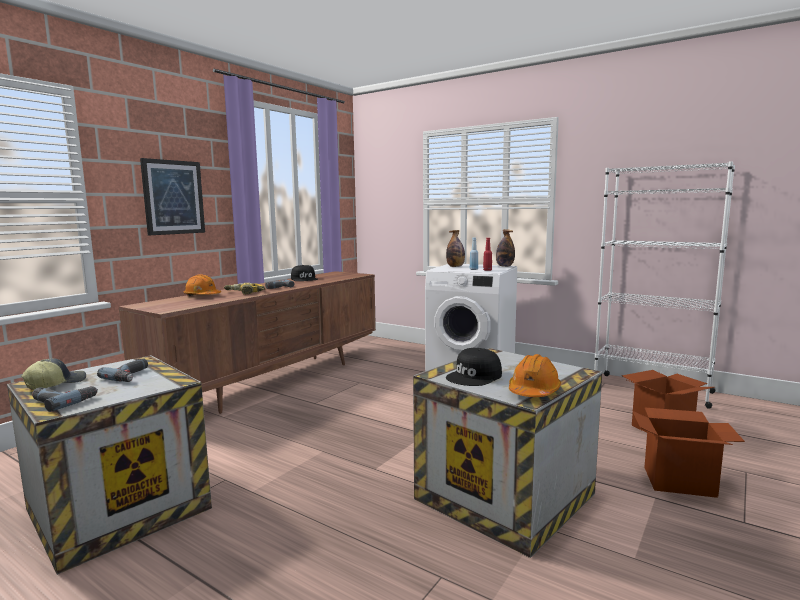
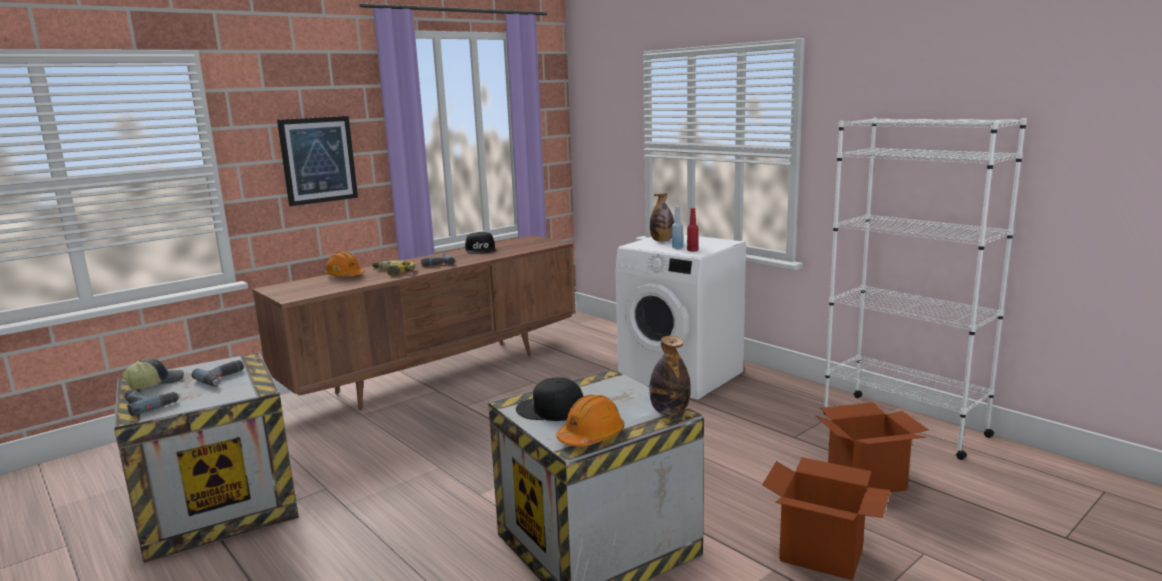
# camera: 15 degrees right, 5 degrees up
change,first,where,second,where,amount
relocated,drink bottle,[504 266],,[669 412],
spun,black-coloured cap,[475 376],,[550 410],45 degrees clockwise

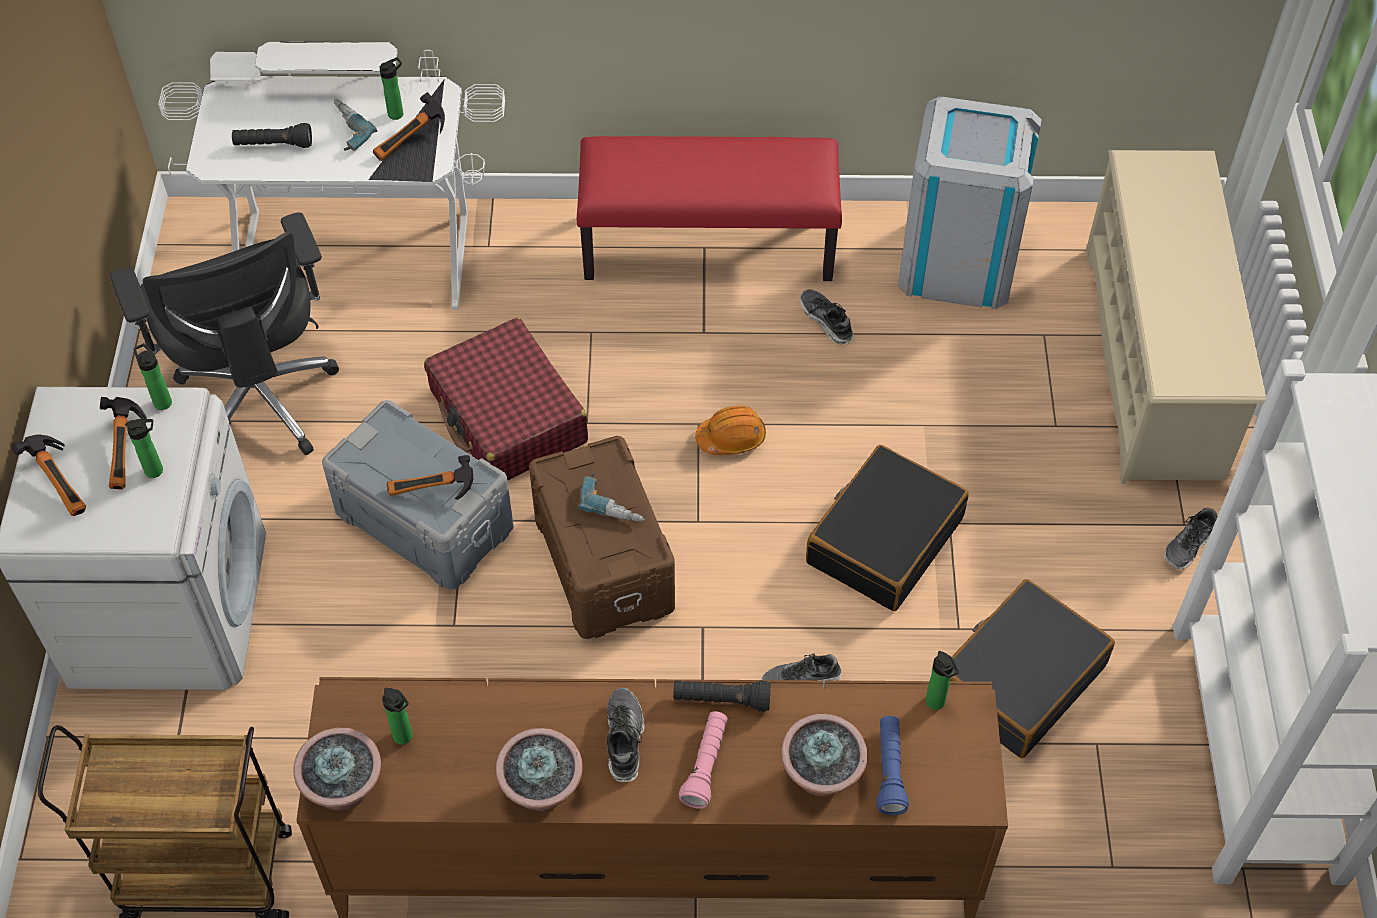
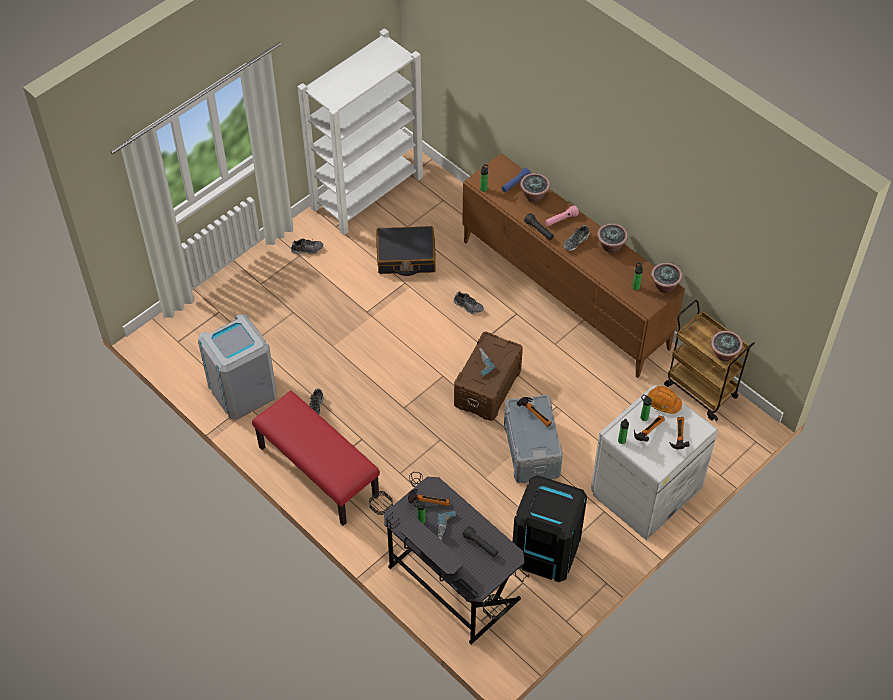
# camera: 135 degrees left, 0 degrees up
change,first,where,second,where,amount
colour,white desk table,[355 253],black-coloured desk table,[450 585],
missing,beige-coloured shoe stand,[1154 362],,,
exchanged,office chair,[256 395],black-coloured waste bin,[546 550],
missing,red-coloured suitcase,[508 417],,,
relocated,orange-coloured hard hat,[731 438],,[663 403],
missing,black-coloured suitcase,[884 540],,,
appeared,,,houseplant,[723 354],

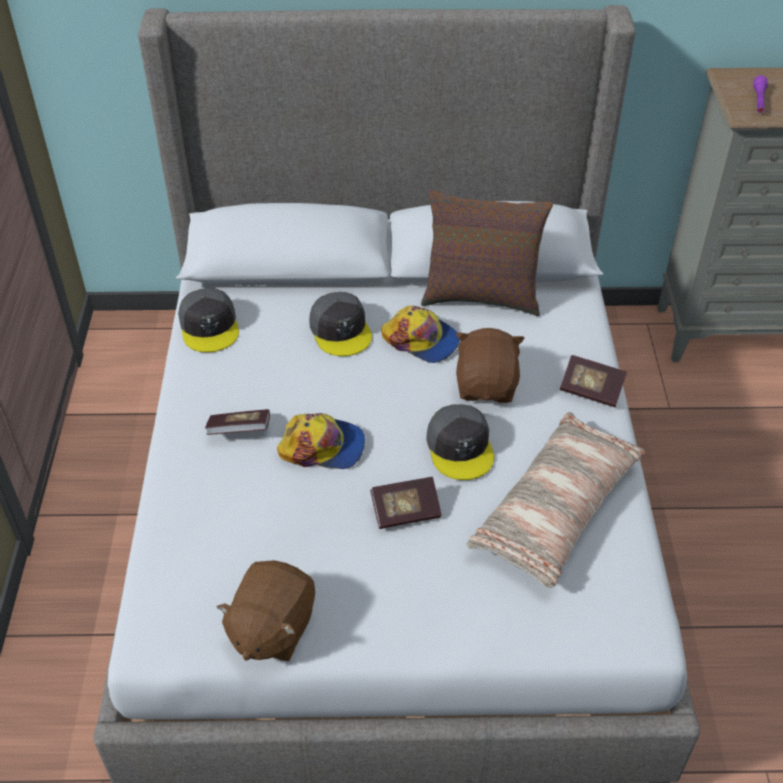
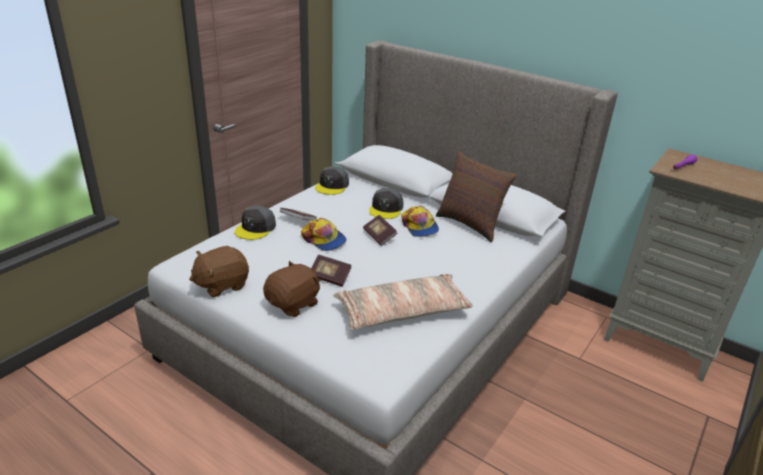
# camera: 35 degrees right, 15 degrees down
change,first,where,second,where,amount
relocated,brown soft toy,[487 385],,[293 304],
relocated,volume,[591 390],,[379 236],
relocated,grey cap,[460 447],,[256 228],

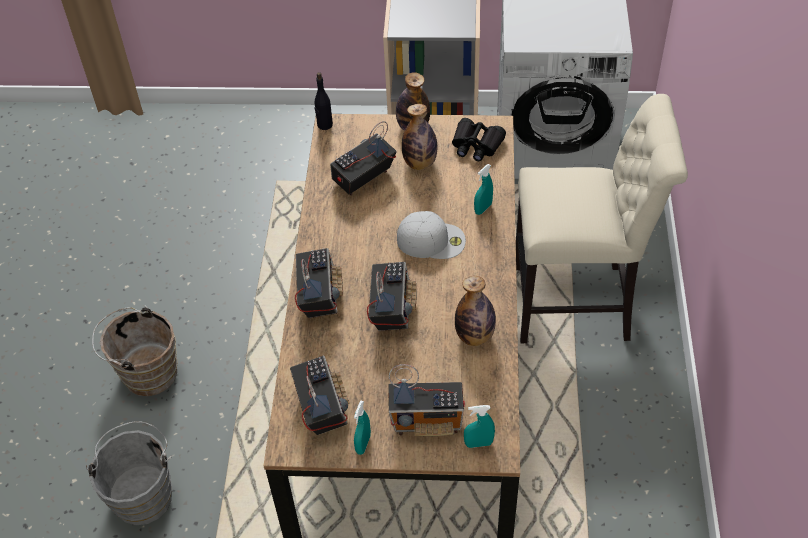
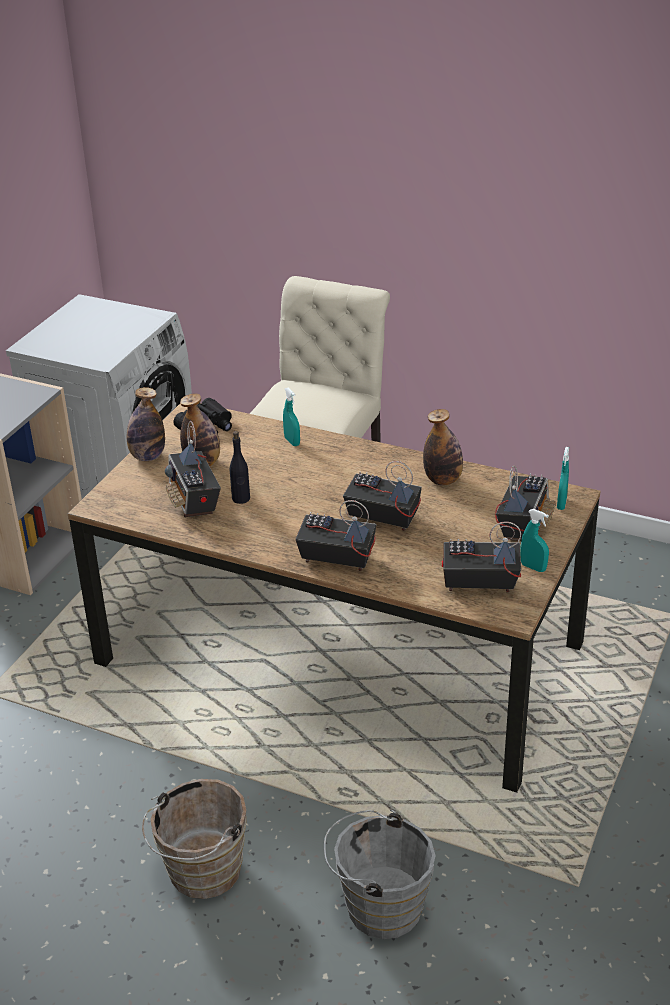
# camera: 70 degrees left, 15 degrees down
change,first,where,second,where,amount
relocated,black-coloured drink bottle,[324 125],,[241 499],
missing,white cap,[431 240],,,

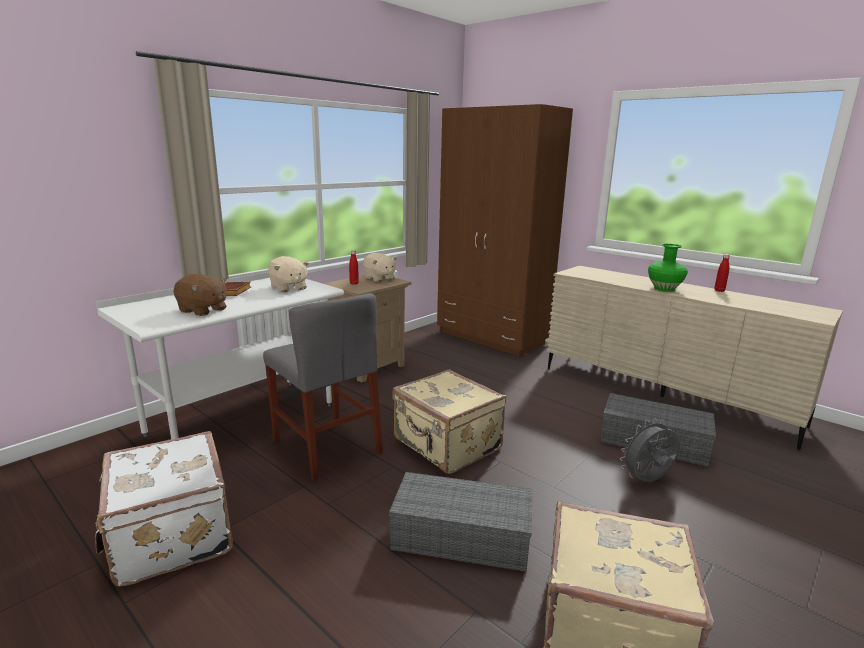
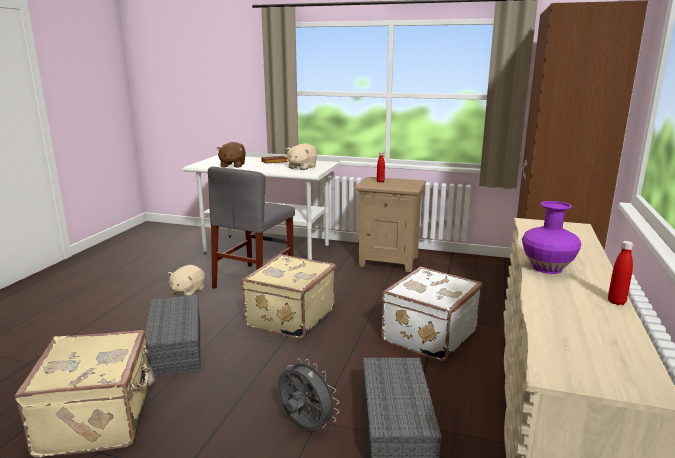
# camera: 65 degrees right, 0 degrees up
change,first,where,second,where,amount
colour,green-coloured vase,[664 289],purple vase,[548 268],
relocated,beige-coloured soft toy,[379 278],,[187 291],
relocated,white suitcase,[170 536],,[427 335],

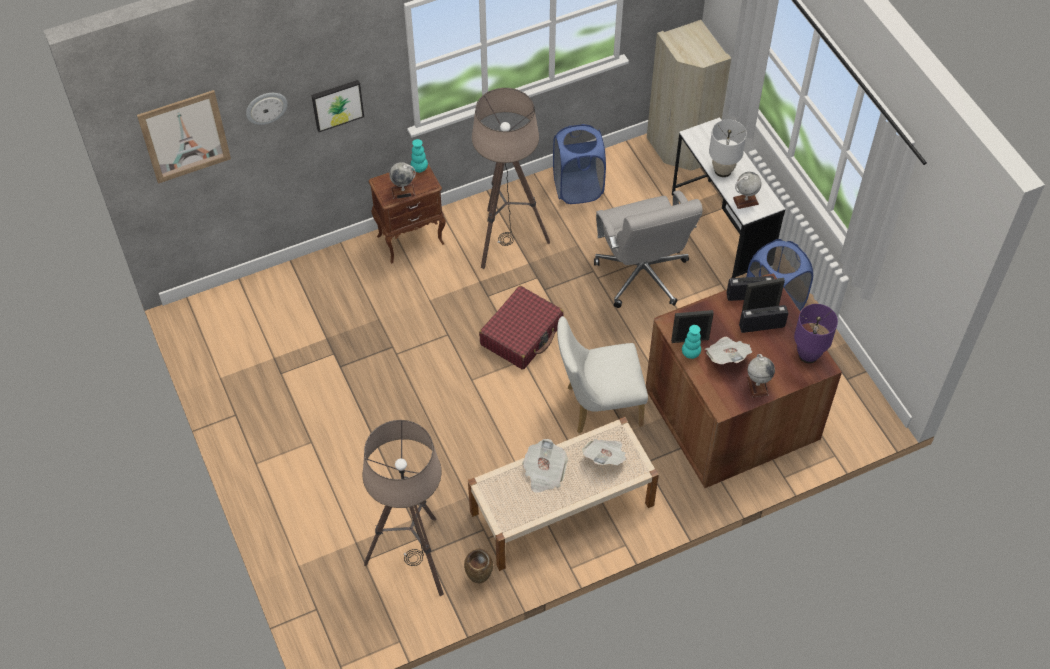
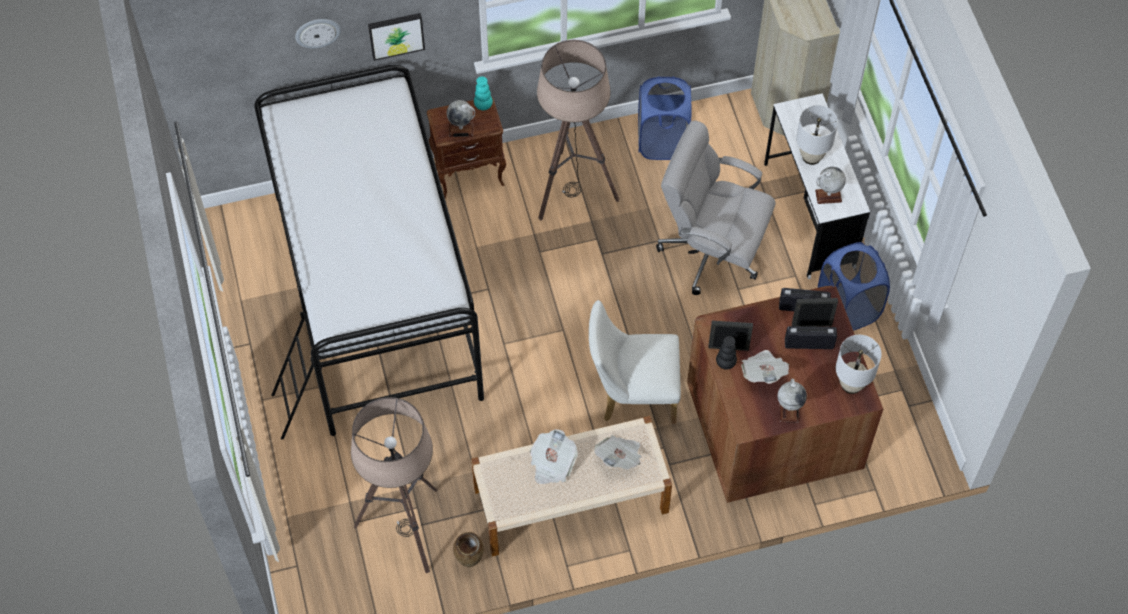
# camera: 10 degrees right, 5 degrees up
change,first,where,second,where,amount
missing,wall picture,[185 136],,,
spun,grey office chair,[641 273],,[711 251],120 degrees clockwise
missing,red-coloured suitcase,[522 334],,,
colour,purple tabletop lamp,[808 355],white tabletop lamp,[851 384],
colour,turquoise vase,[690 354],black-coloured vase,[725 363],
appeared,,,black-coloured bedroom bed,[375 300],

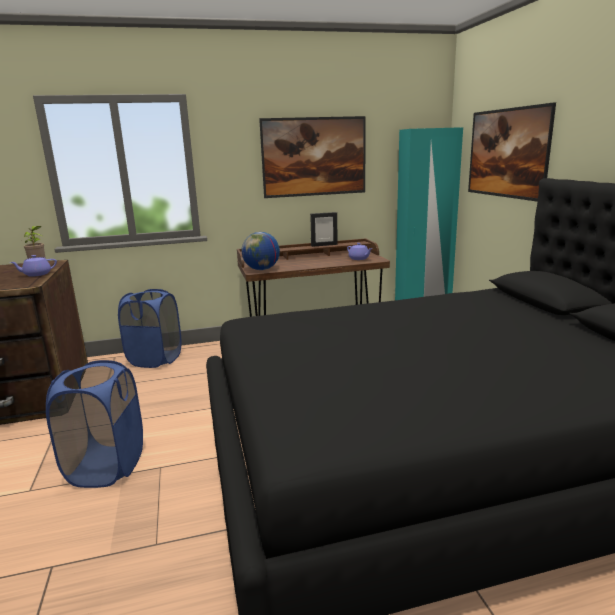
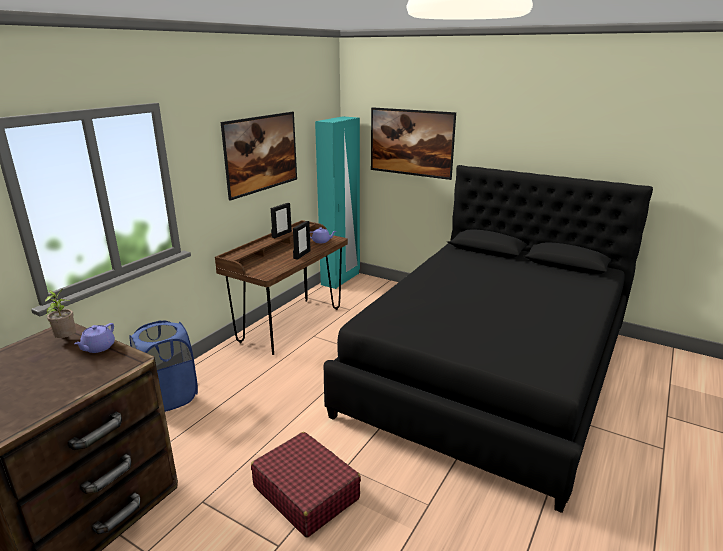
# camera: 45 degrees left, 5 degrees up
change,first,where,second,where,amount
missing,desk globe,[261 269],,,
exchanged,blue-coloured washing basket,[106 466],red-coloured suitcase,[306 492],
appeared,,,photo frame,[302 254],

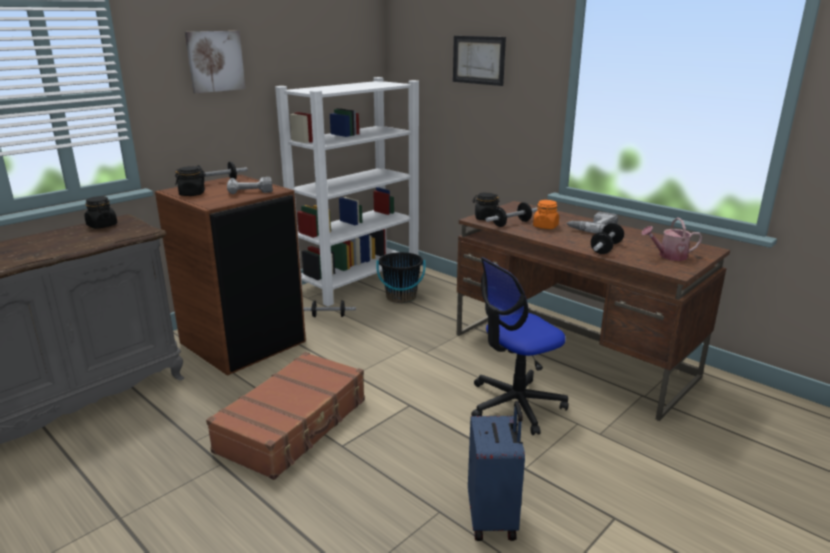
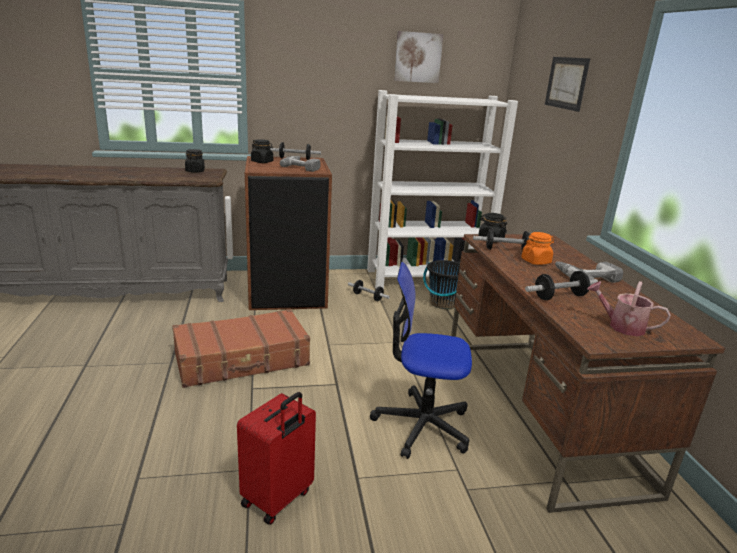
# camera: 35 degrees right, 0 degrees up
change,first,where,second,where,amount
relocated,wall picture,[215 61],,[417 57],
colour,blue-coloured suitcase,[493 518],red-coloured suitcase,[278 499],

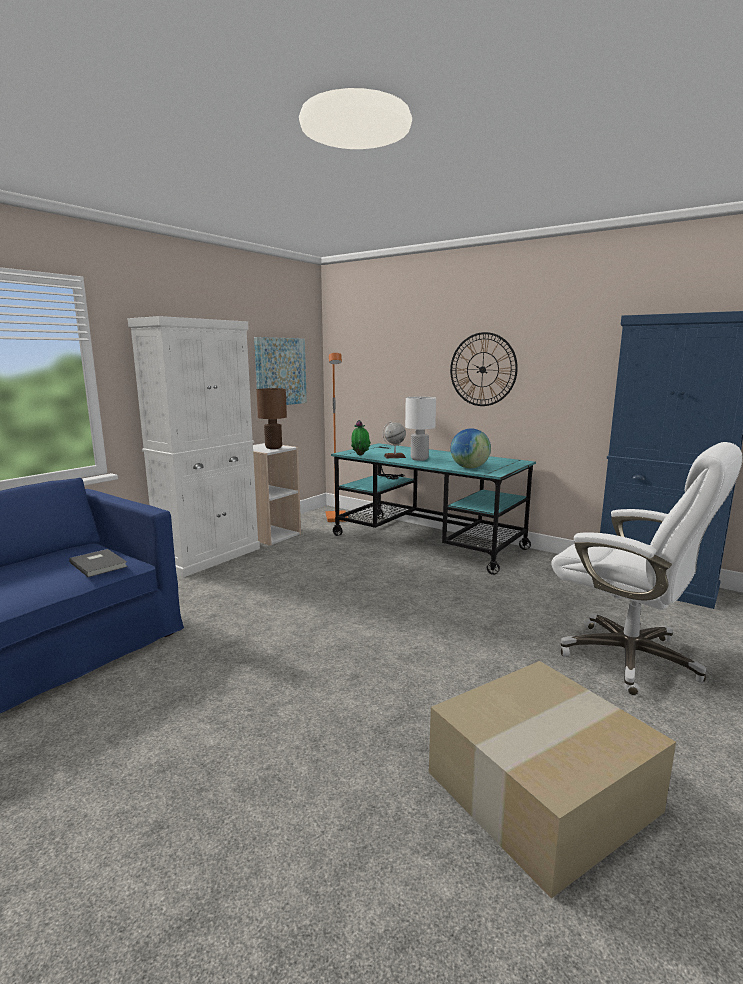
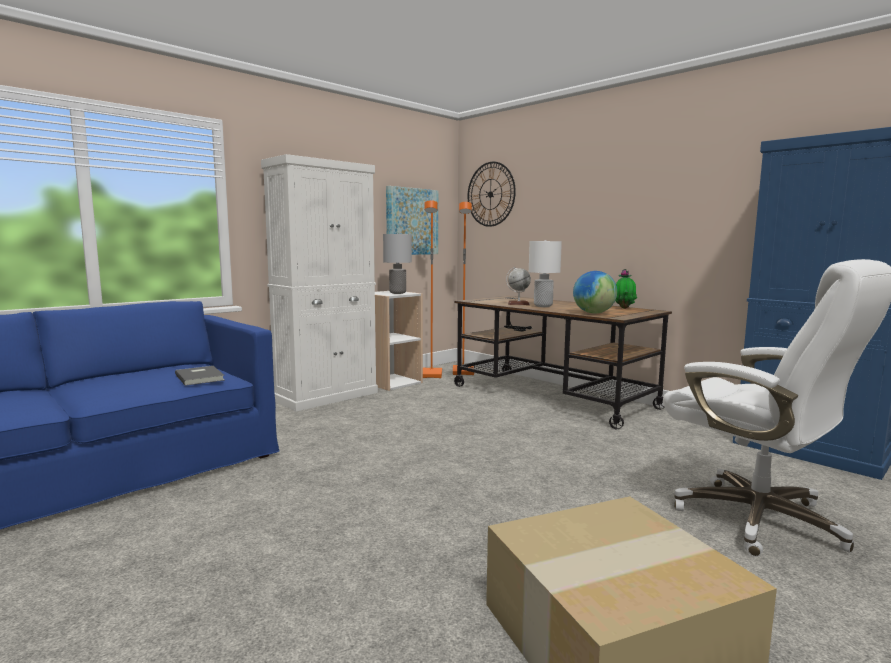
# camera: 10 degrees right, 5 degrees down
change,first,where,second,where,amount
relocated,wall clock,[482 369],,[490 194],
colour,brown tabletop lamp,[274 448],grey tabletop lamp,[398 293],
relocated,houseplant,[360 455],,[624 308],
colour,turquoise desk table,[427 542],brown desk table,[551 396],
appeared,,,orange-coloured standing lamp,[432 374],

